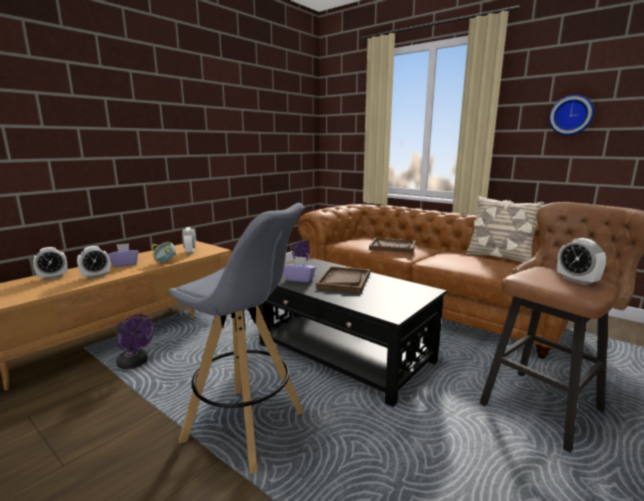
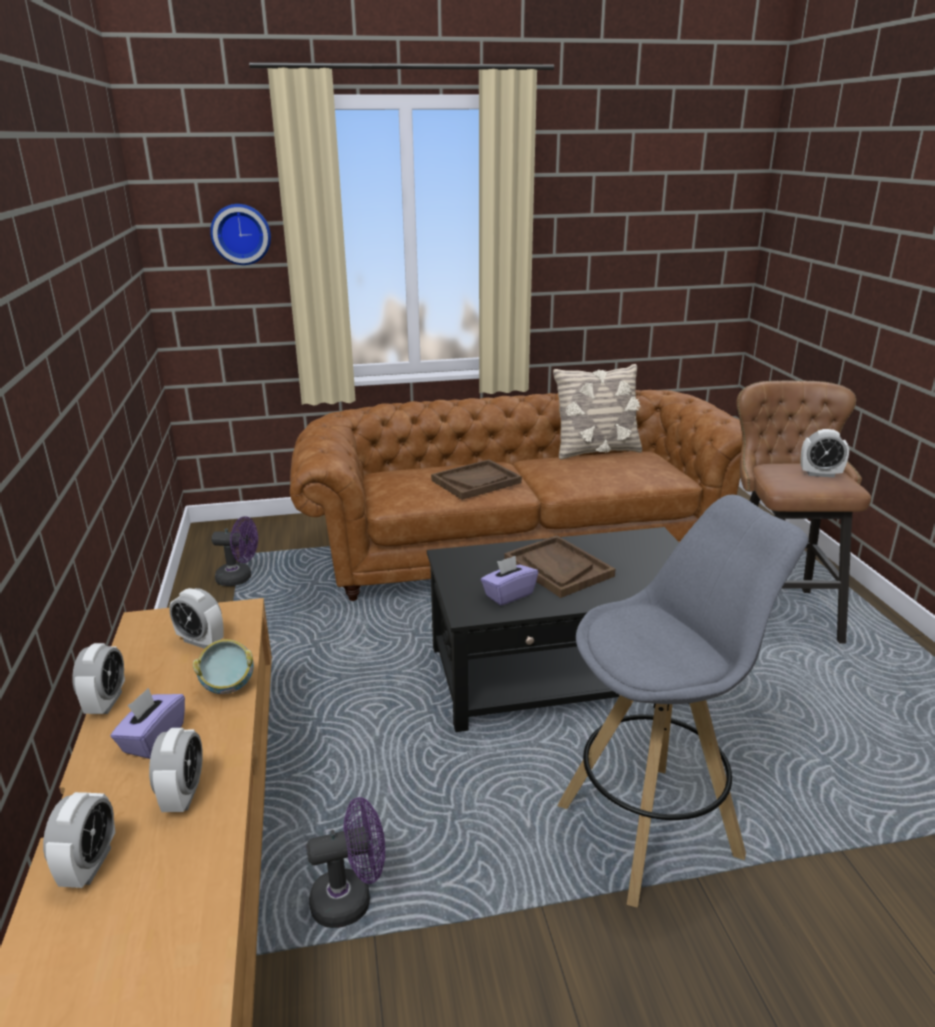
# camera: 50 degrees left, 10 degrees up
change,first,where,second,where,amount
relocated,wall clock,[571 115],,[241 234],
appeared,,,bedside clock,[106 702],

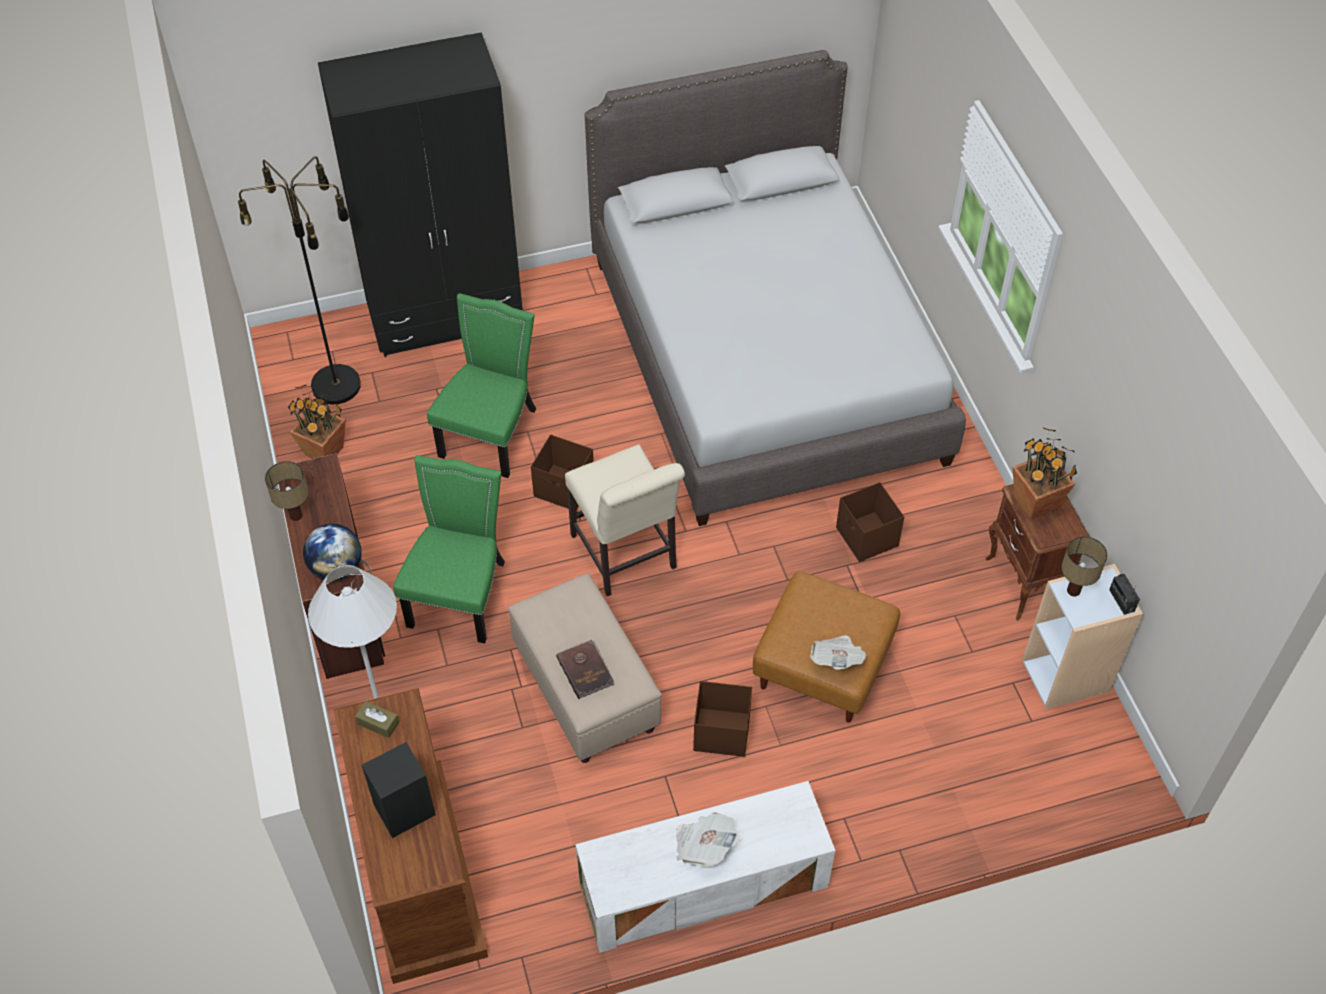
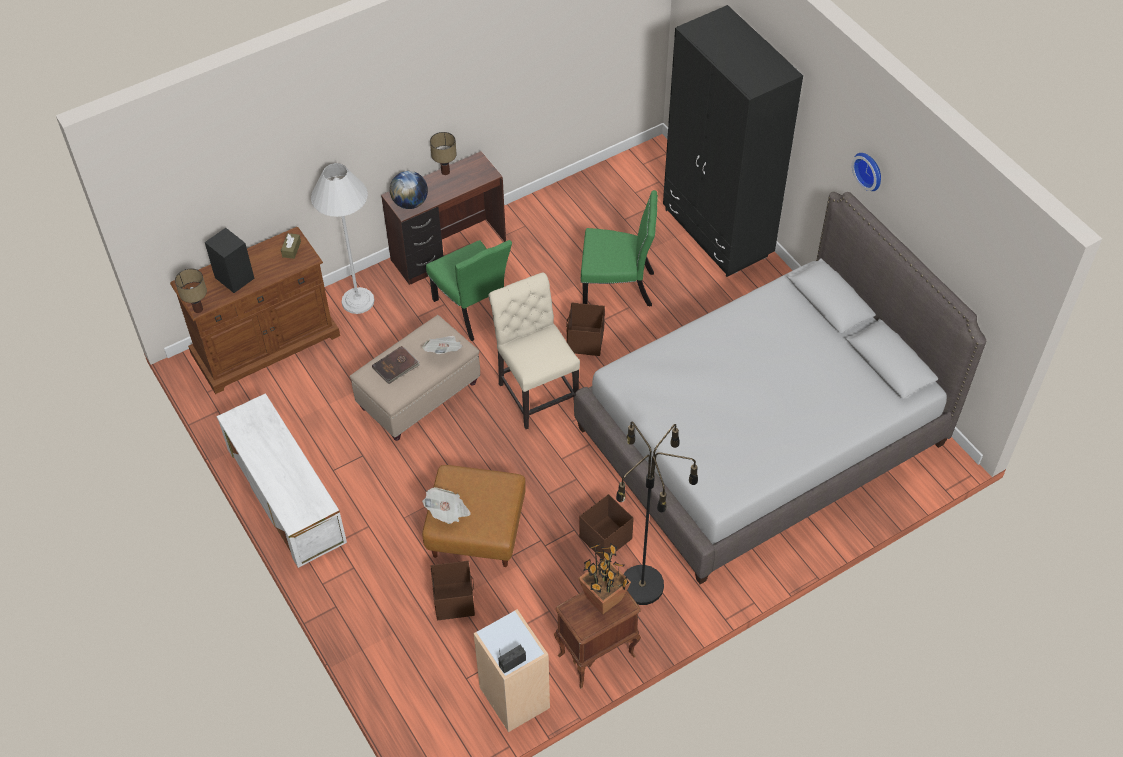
# camera: 75 degrees right, 0 degrees up
change,first,where,second,where,amount
relocated,standing lamp,[337 385],,[643 586],
missing,houseplant,[325 451],,,
spun,beige-coloured chair,[626 557],,[536 391],105 degrees clockwise
spun,green-coloured chair,[459 597],,[473 308],60 degrees clockwise
relocated,tabletop lamp,[1073 590],,[198 309],
relocated,brown storage bin,[720 732],,[454 600],
relocated,printed paper,[704 846],,[444 351],
appeared,,,wall clock,[869 170],

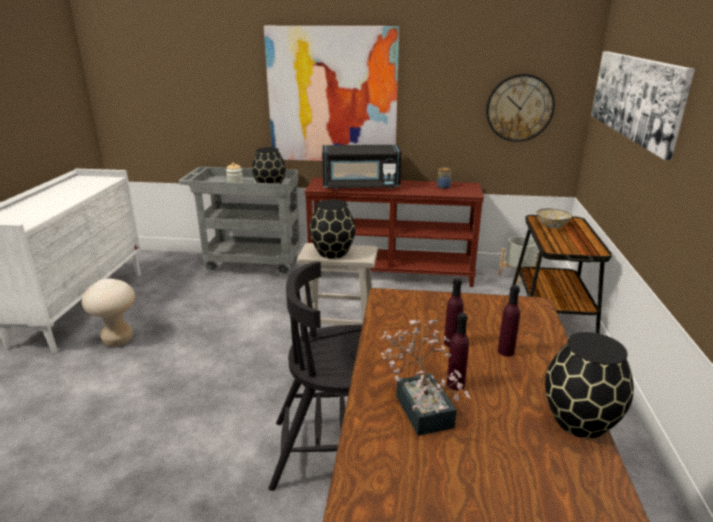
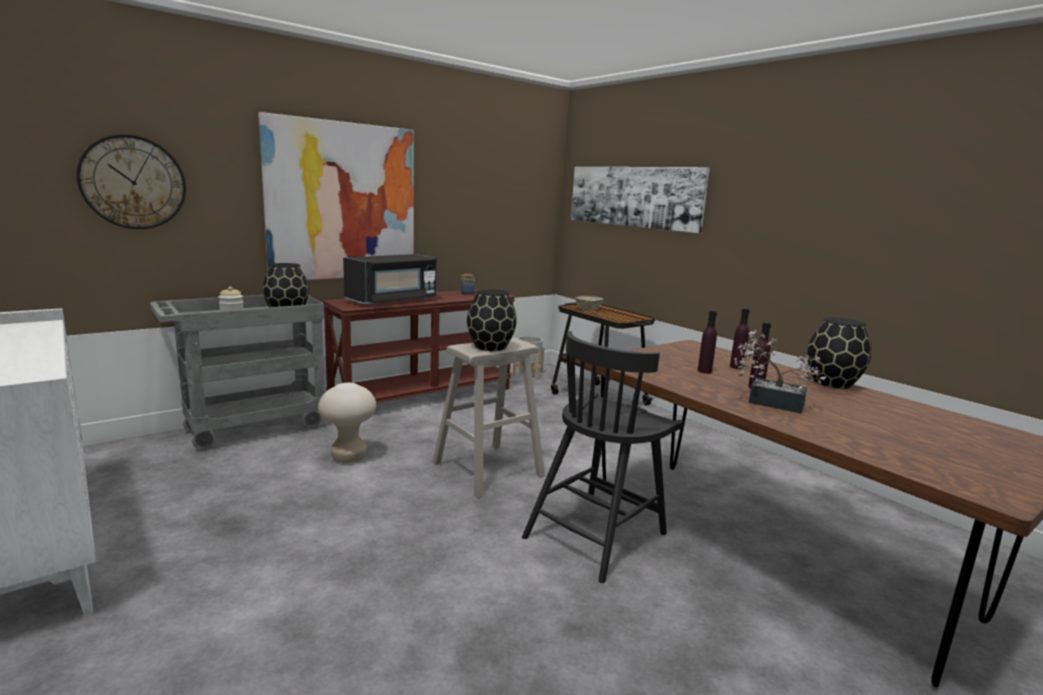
# camera: 45 degrees left, 10 degrees down
change,first,where,second,where,amount
relocated,wall clock,[519 108],,[133 182],
relocated,beige-coloured sitting stool,[118 340],,[349 457],

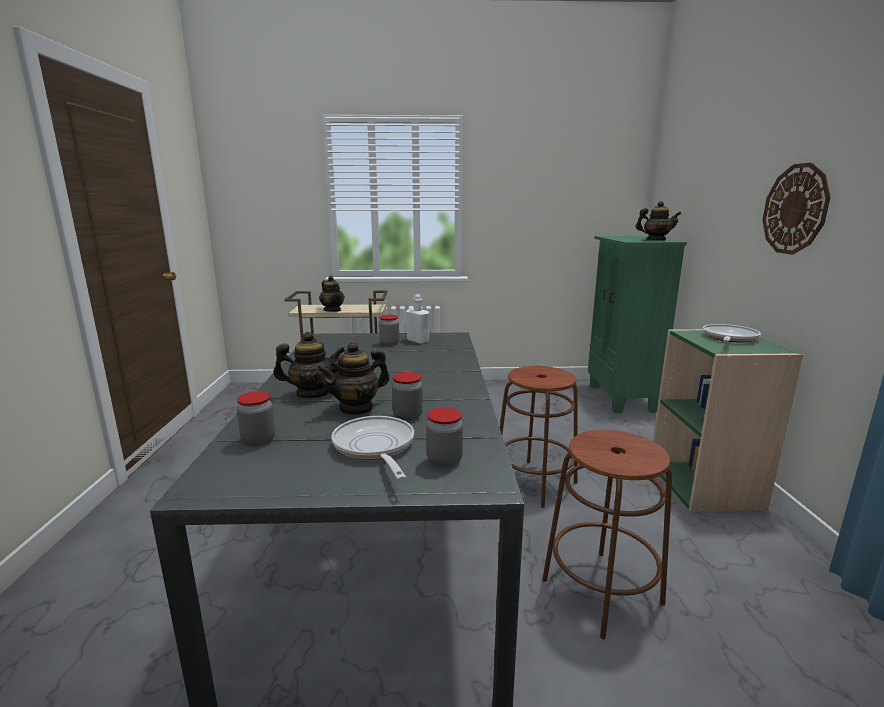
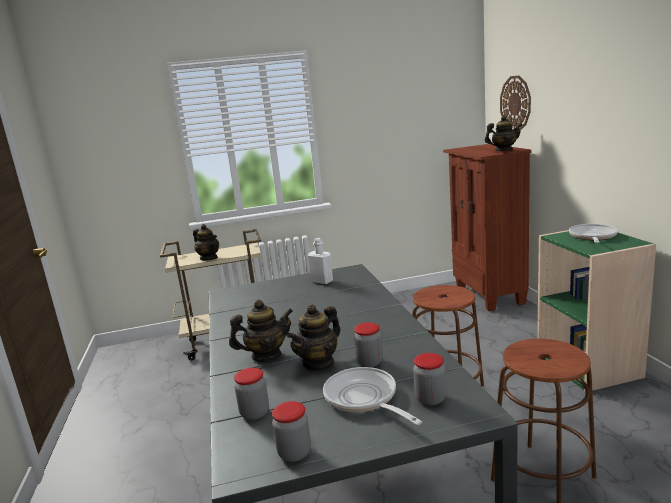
# camera: 10 degrees left, 0 degrees up
change,first,where,second,where,amount
relocated,wall clock,[795 209],,[515 104],
colour,green-coloured storage cabinet,[620 398],brown storage cabinet,[488 296],
relocated,preserve jar,[389 344],,[294 453],

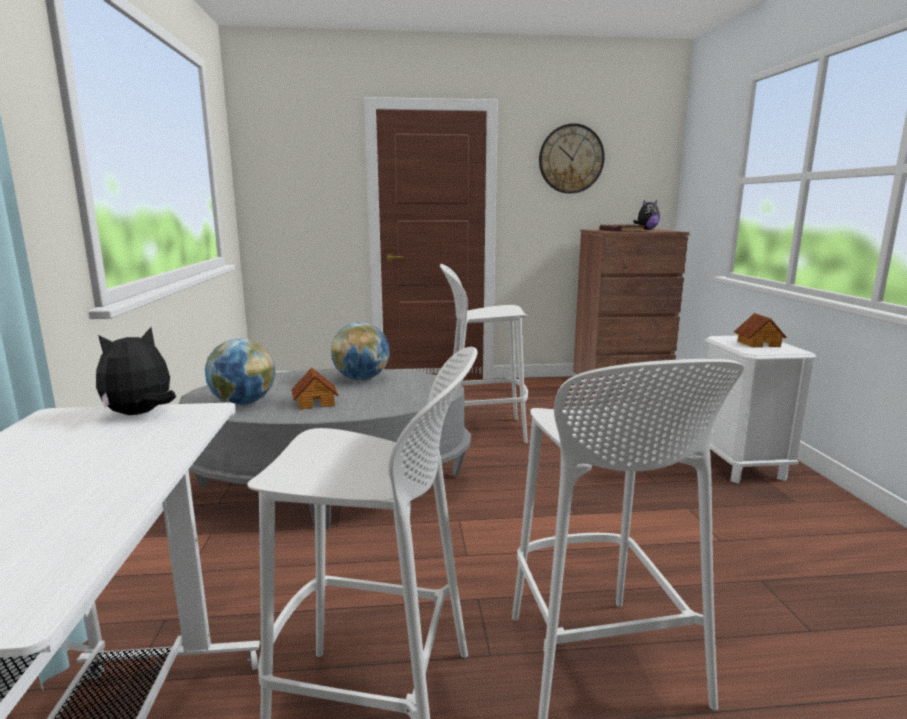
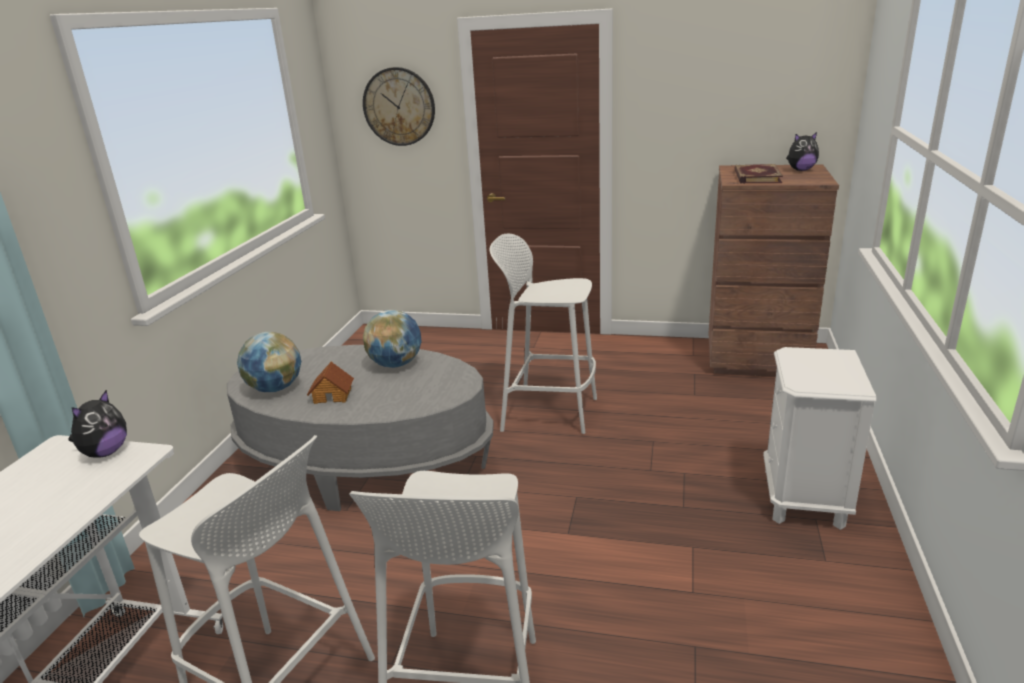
# camera: 20 degrees right, 10 degrees up
change,first,where,second,where,amount
relocated,wall clock,[571 159],,[399 106],
missing,model house,[758 344],,,
spun,soft toy,[140 414],,[105 452],150 degrees clockwise

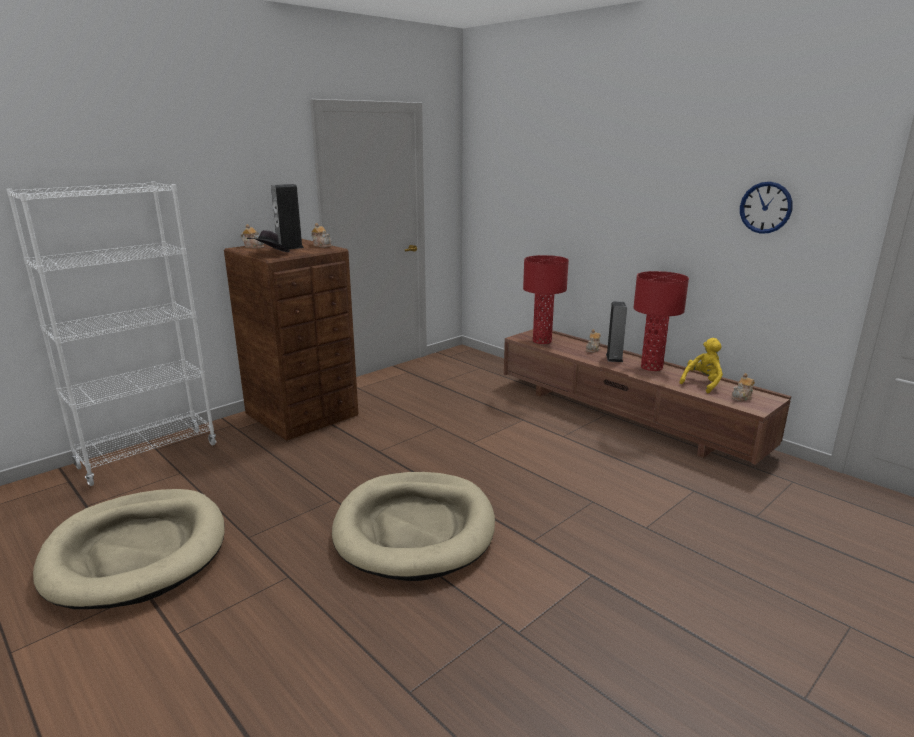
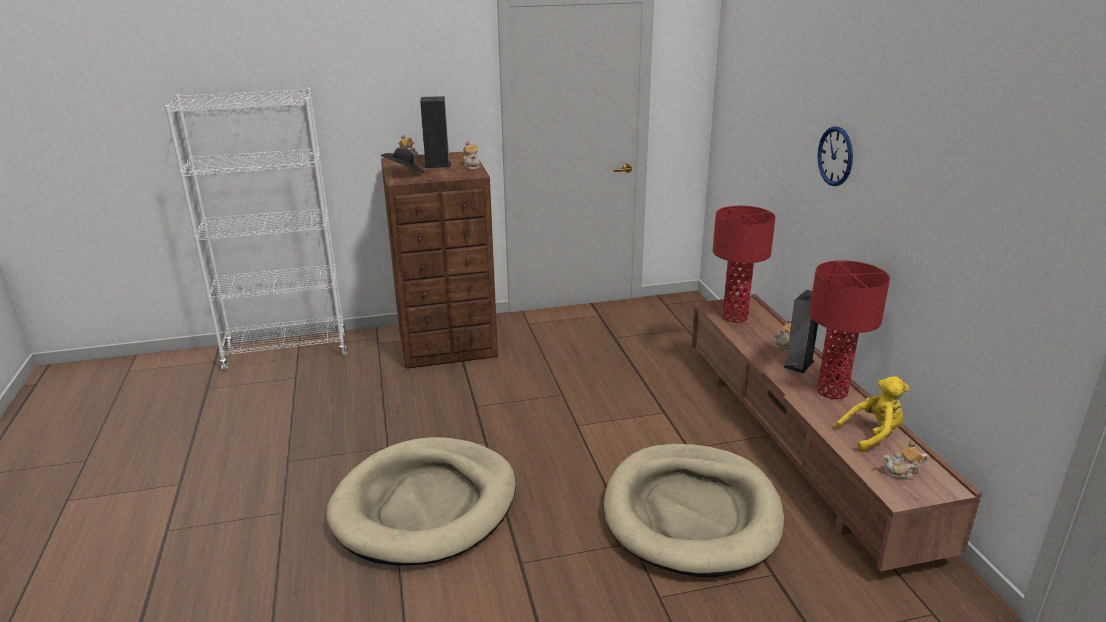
# camera: 30 degrees right, 5 degrees up
change,first,where,second,where,amount
relocated,wall clock,[765 207],,[835 156],
relocated,beige-coloured dog bed,[137 552],,[691 513],

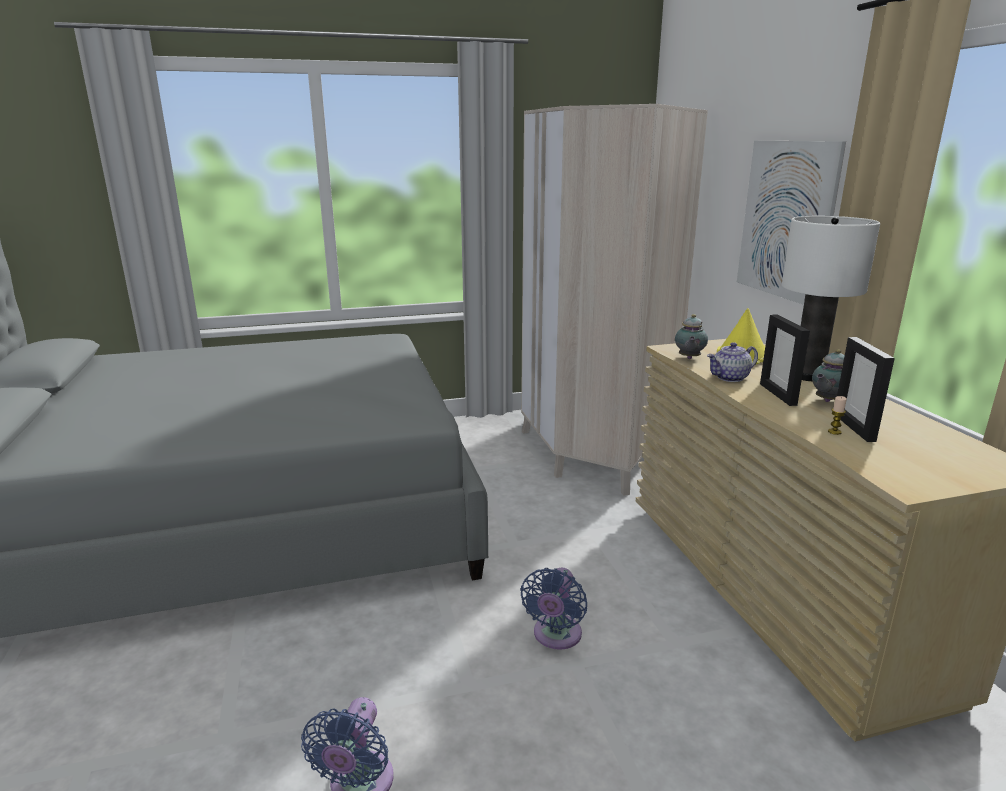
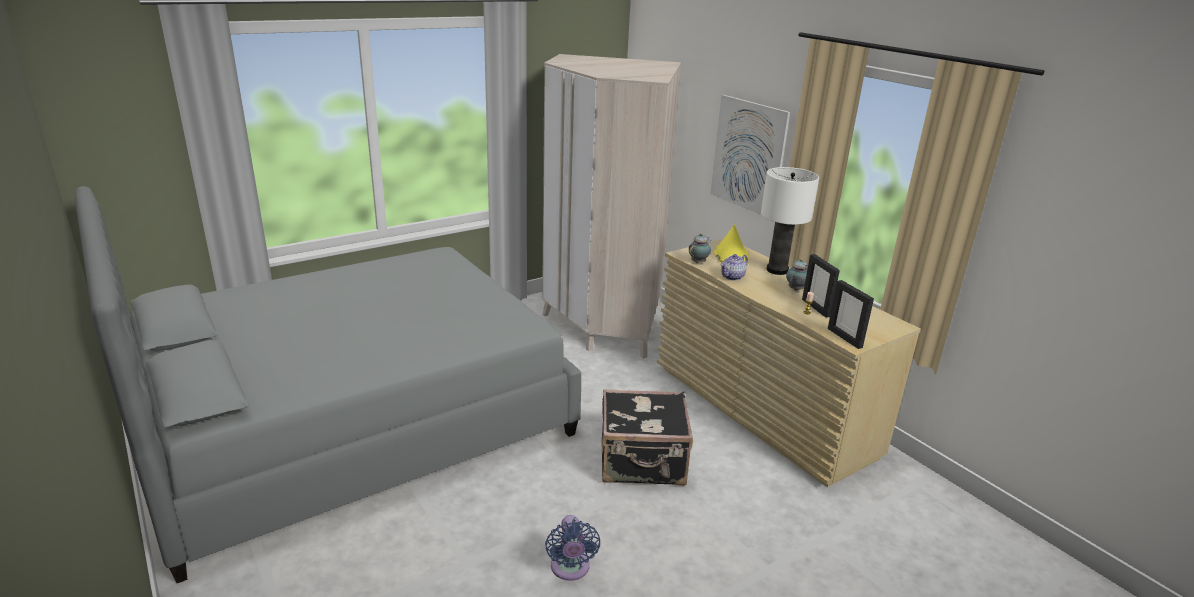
# camera: 20 degrees left, 5 degrees up
change,first,where,second,where,amount
spun,tea pot,[689 358],,[699 262],135 degrees counterclockwise
relocated,photo frame,[779 394],,[845 337],
exchanged,blue-coloured cooling fan,[555 636],black-coloured suitcase,[642 462],

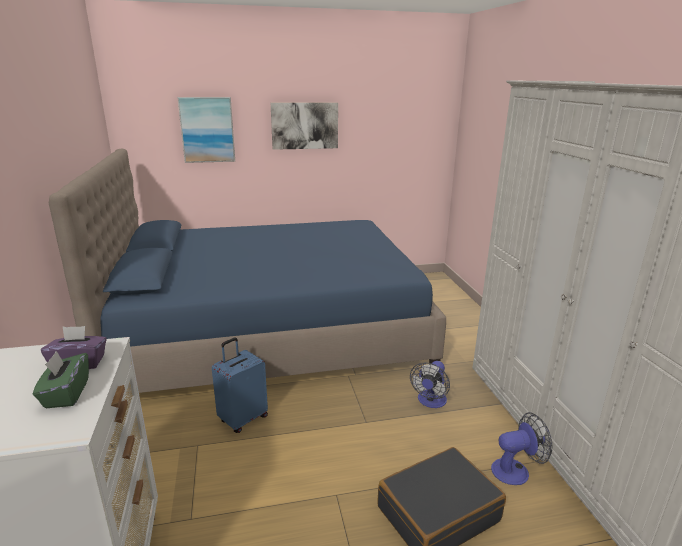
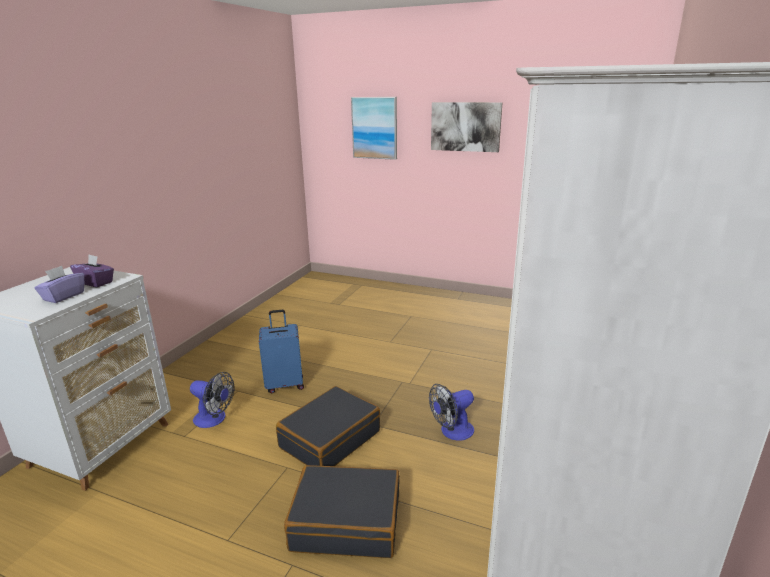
# camera: 35 degrees right, 0 degrees up
change,first,where,second,where,amount
missing,blue-coloured bedroom bed,[270 332],,,
colour,green-coloured box of tissues,[66 394],purple box of tissues,[63 296],
relocated,cooling fan,[516 470],,[214 419],
appeared,,,black-coloured suitcase,[329 439],

